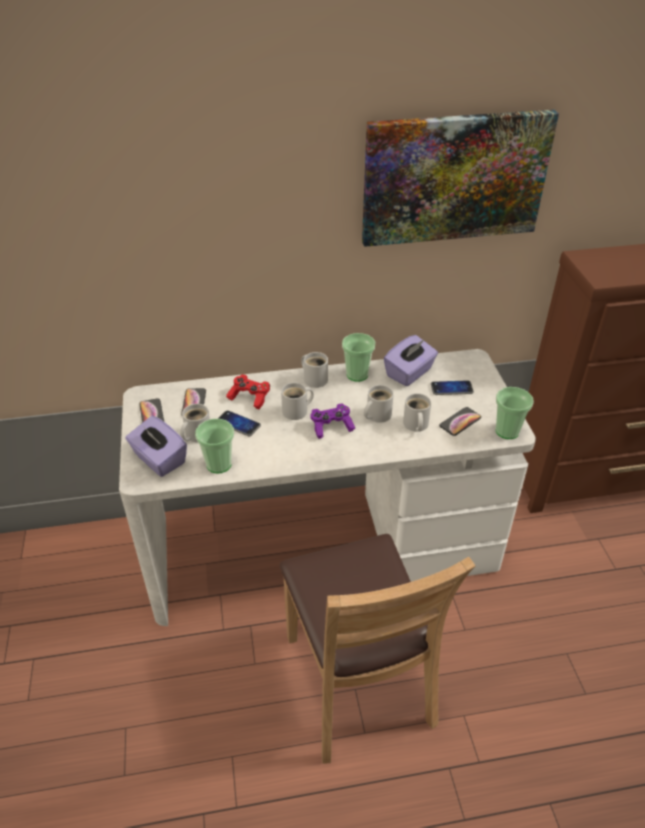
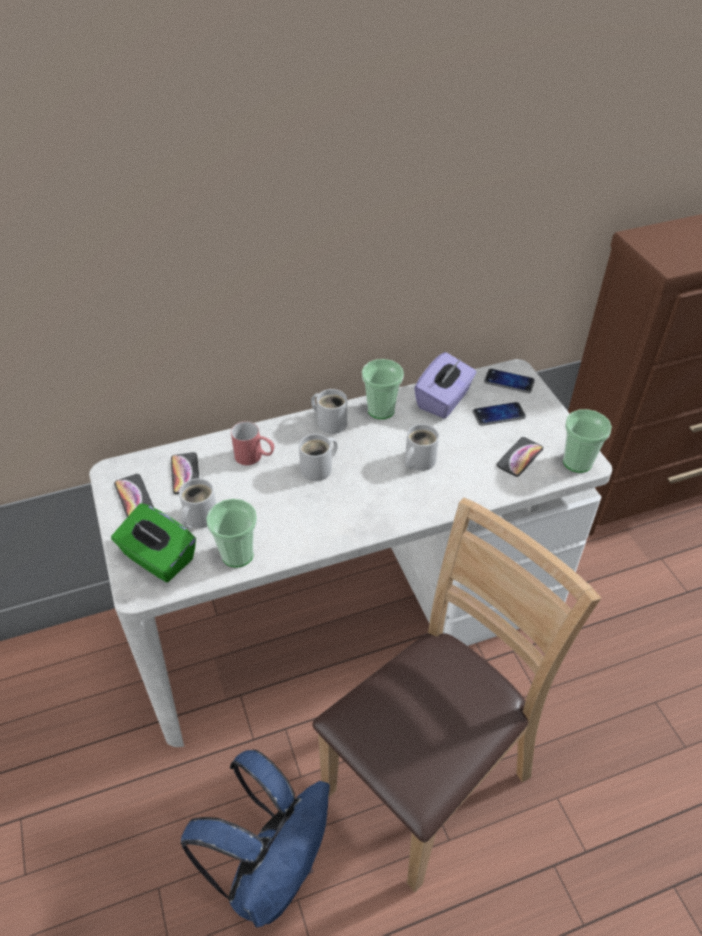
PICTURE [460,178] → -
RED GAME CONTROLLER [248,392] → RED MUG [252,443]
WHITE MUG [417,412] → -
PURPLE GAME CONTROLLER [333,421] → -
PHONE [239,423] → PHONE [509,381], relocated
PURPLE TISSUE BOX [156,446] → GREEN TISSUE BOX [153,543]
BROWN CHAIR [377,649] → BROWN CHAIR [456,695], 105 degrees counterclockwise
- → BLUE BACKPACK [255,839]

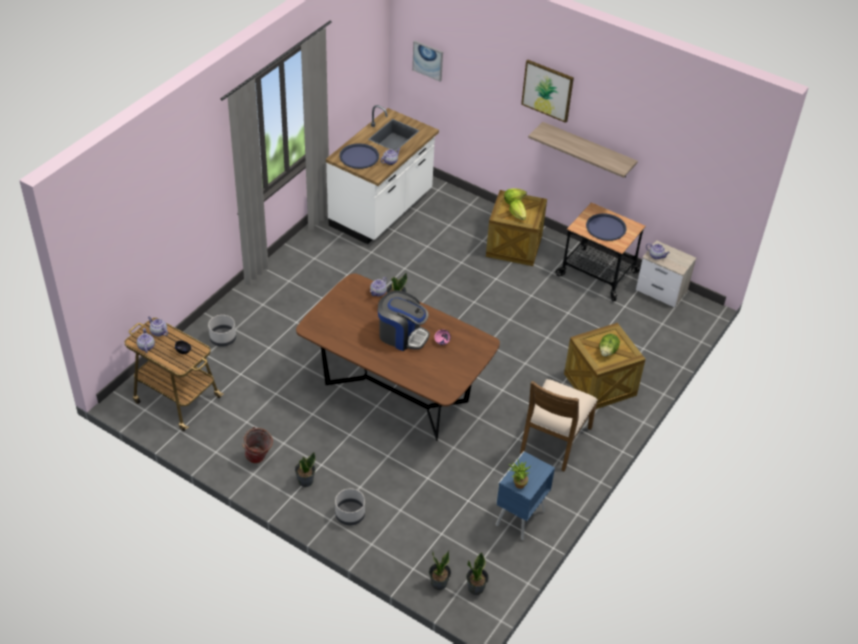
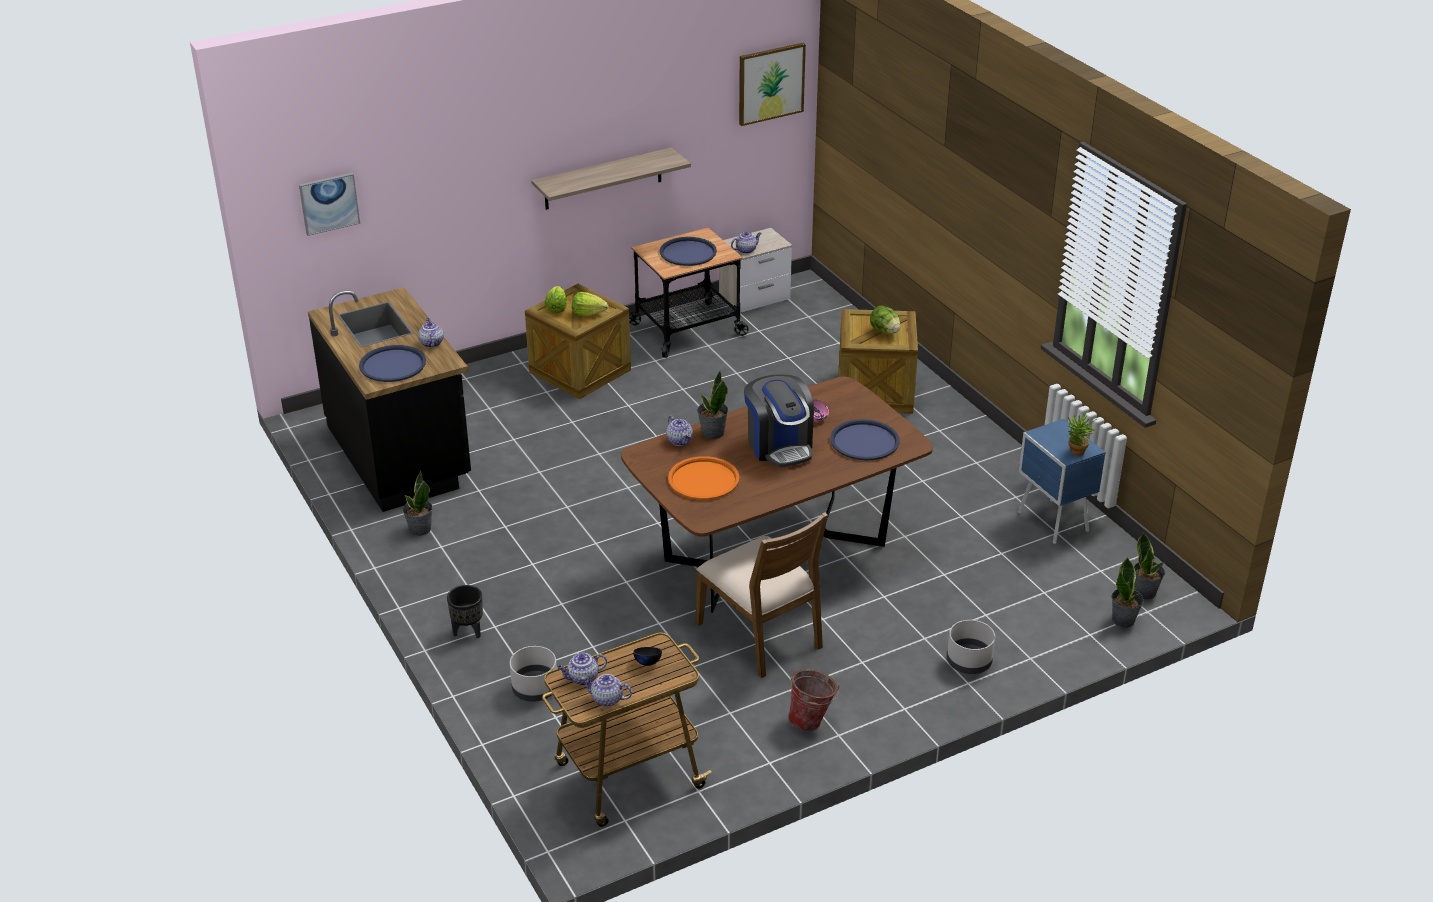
PICTURE [547,91] → PICTURE [772,84], relocated
WHITE COUNTER [382,174] → BLACK COUNTER [389,399]
COFFEE MACHINE [404,320] → COFFEE MACHINE [779,421], 105 degrees clockwise
BROWN CHAIR [559,425] → BROWN CHAIR [762,595], relocated
POTTED PLANT [305,469] → POTTED PLANT [417,503], relocated
- → BLUE TRAY [865,439]
- → ORANGE TRAY [703,478]
- → BLACK PLANTER [465,611]

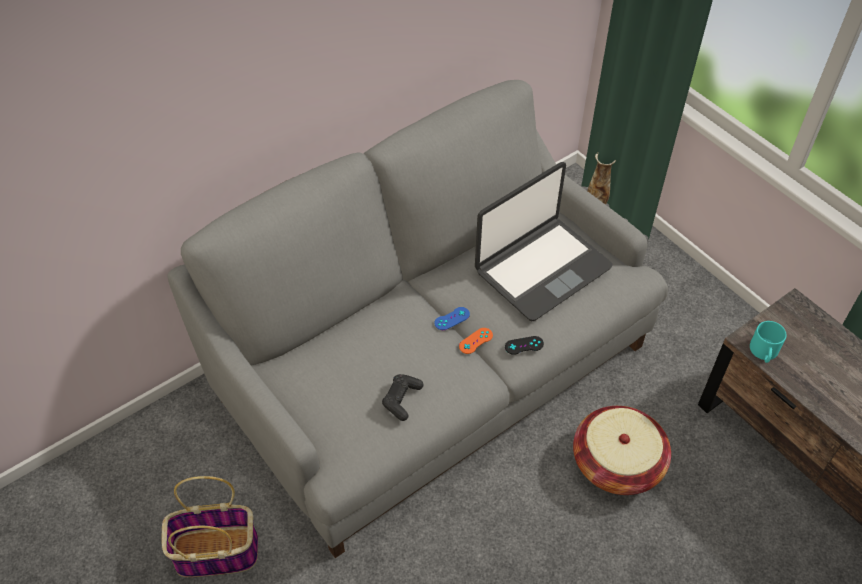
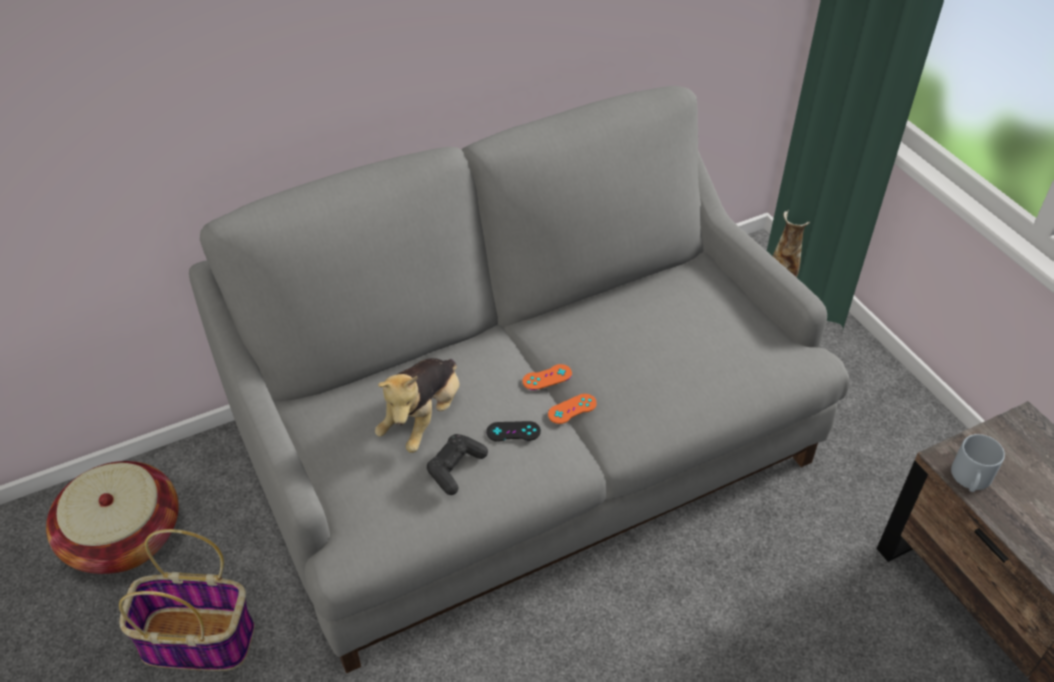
LAPTOP [544,241] → -
BLUE GAME CONTROLLER [452,318] → ORANGE GAME CONTROLLER [547,377]
TURQUOISE MUG [768,342] → GREY MUG [978,463]
BLACK GAME CONTROLLER [524,345] → BLACK GAME CONTROLLER [513,431], relocated
BASKET [622,450] → BASKET [112,517], relocated
- → PLUSH TOY [417,405]

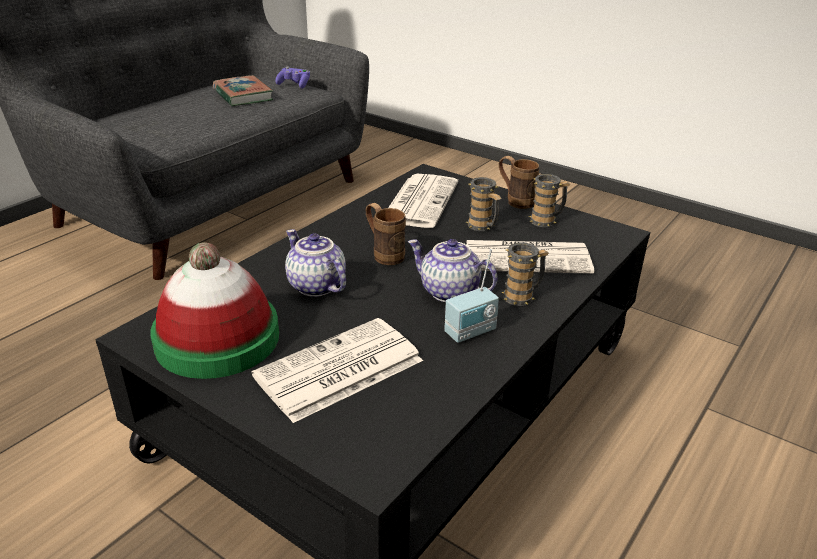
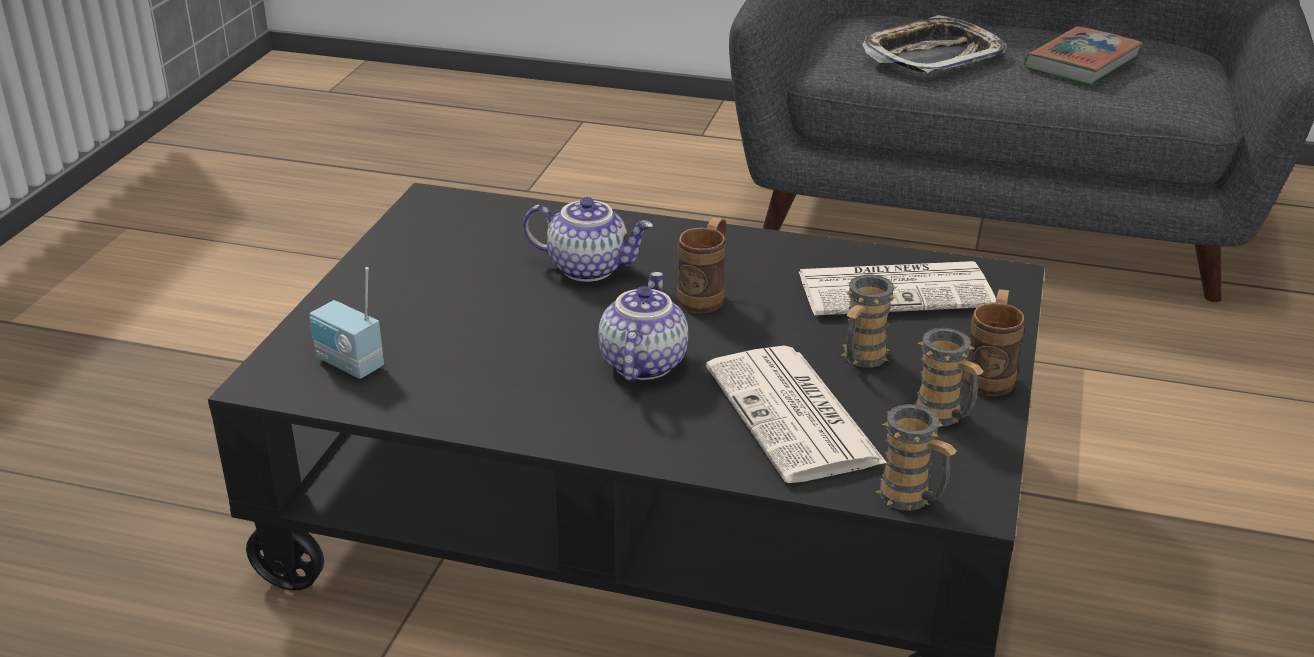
PURPLE GAME CONTROLLER [292,77] → -
TEAPOT [315,263] → TEAPOT [588,239], 75 degrees clockwise
HAT [215,310] → -
MUG [525,274] → MUG [916,457], relocated
RADIO [471,296] → RADIO [346,323], relocated
NEWSPAPER [337,370] → -
- → TRAY [934,44]

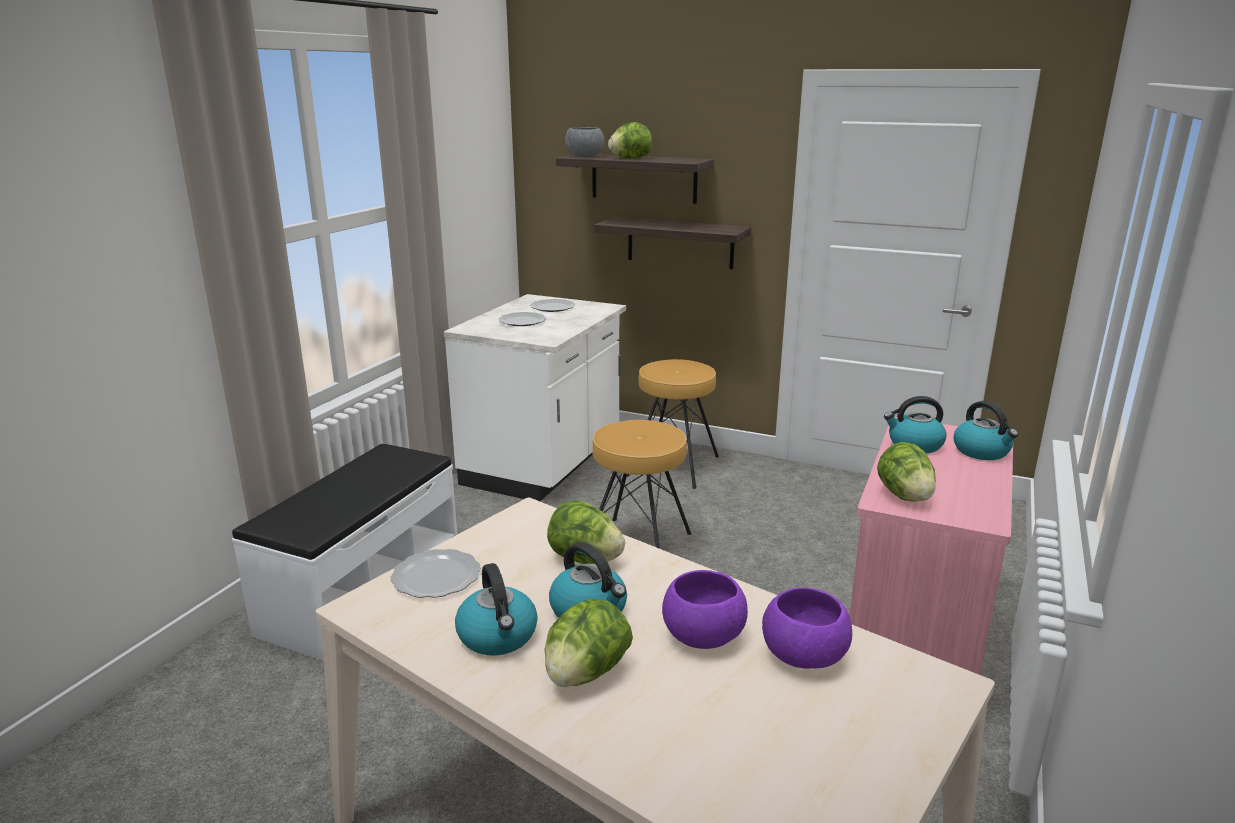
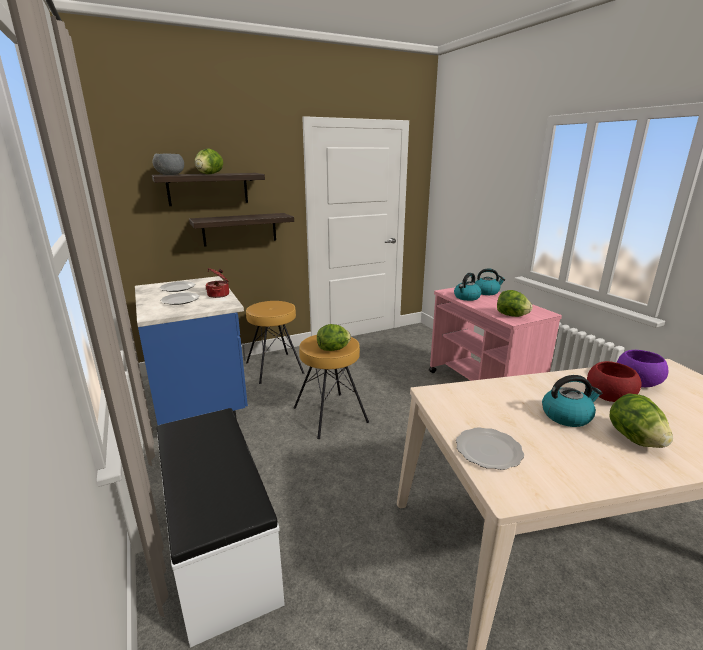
WHITE COUNTER [535,397] → BLUE COUNTER [191,350]
LETTUCE [586,532] → LETTUCE [334,337], relocated
KETTLE [496,609] → -
PURPLE BOWL [705,609] → RED BOWL [614,381]
- → COOKING POT [217,283]

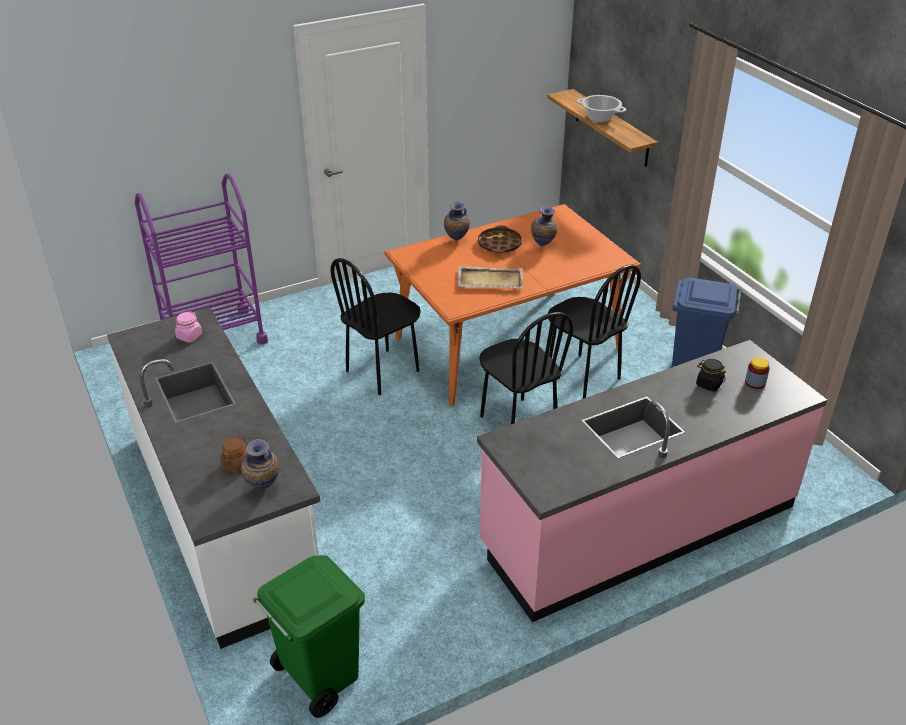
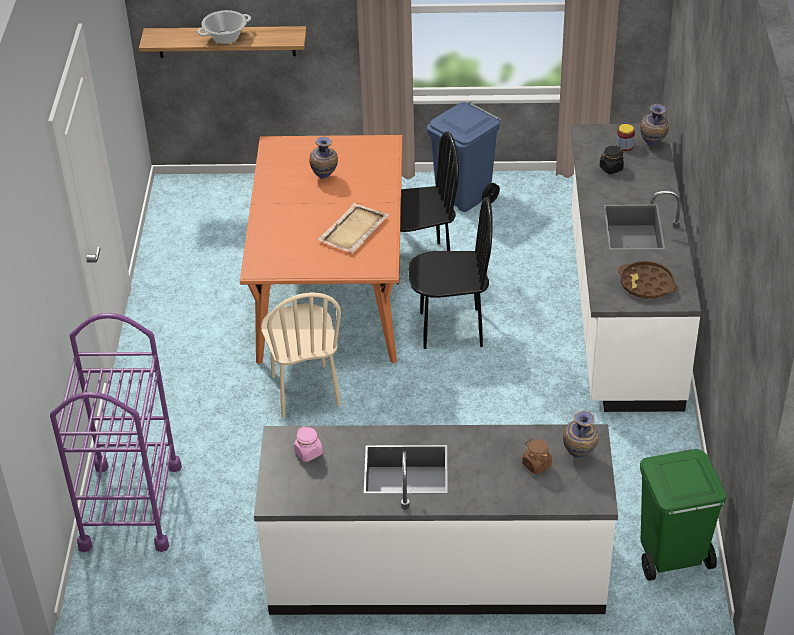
VASE [457,220] → VASE [654,125], relocated
BROWN TRAY [500,239] → BROWN TRAY [647,280], relocated
BLACK CHAIR [375,326] → BEIGE CHAIR [301,355]
PINK COUNTER [652,481] → WHITE COUNTER [636,268]

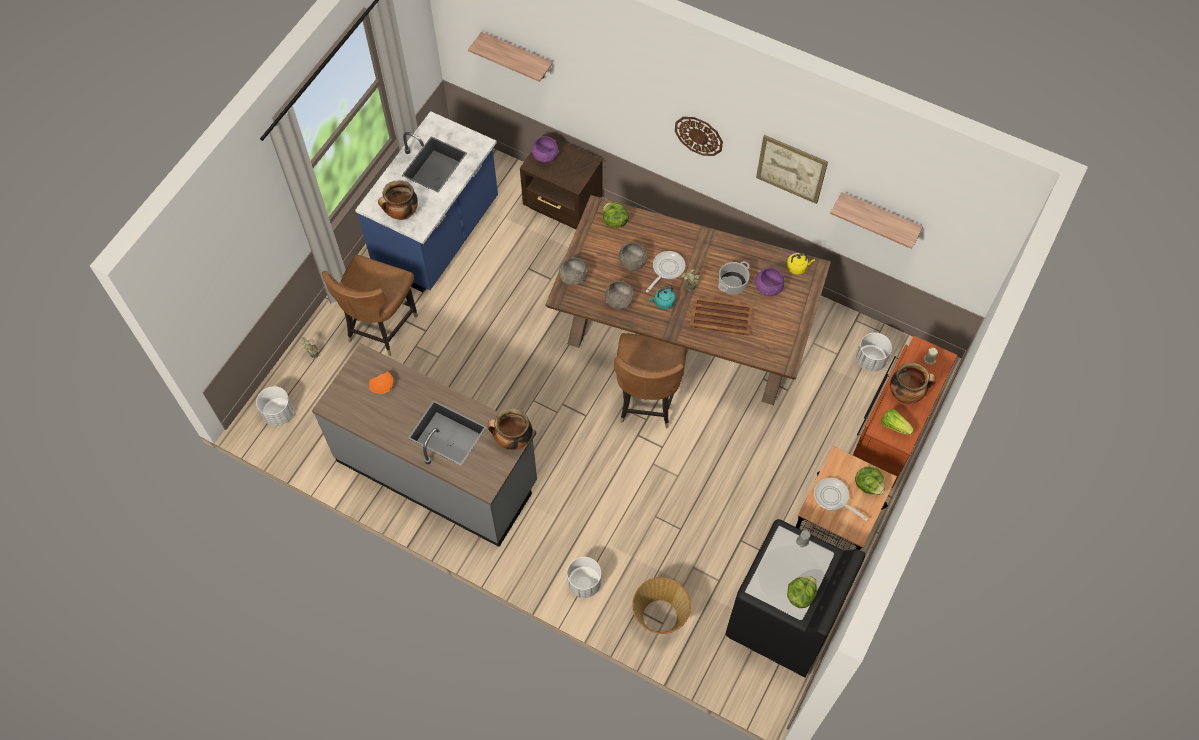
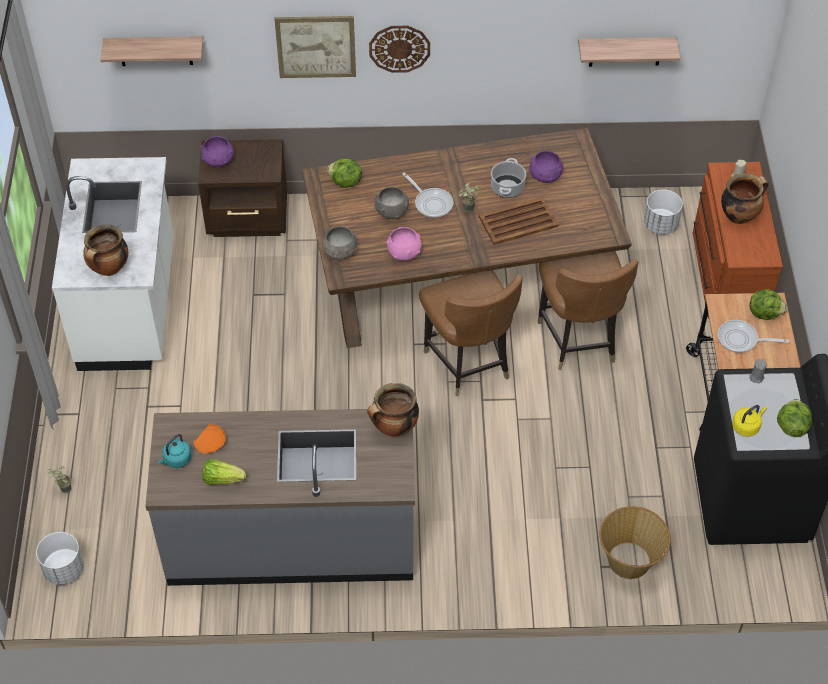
BLUE COUNTER [426,201] → WHITE COUNTER [113,264]
PICTURE [792,169] → PICTURE [315,47], relocated
FRYING PAN [665,272] → FRYING PAN [428,195], 135 degrees clockwise
YELLOW KETTLE [801,263] → YELLOW KETTLE [749,420], relocated
BROWN CHAIR [370,305] → BROWN CHAIR [588,310], relocated
GREY BOWL [619,294] → PINK BOWL [403,244]
TURQUOISE KETTLE [662,298] → TURQUOISE KETTLE [175,451], relocated
LETTUCE [897,422] → LETTUCE [224,472], relocated
WHITE PLANTER [584,577] → -

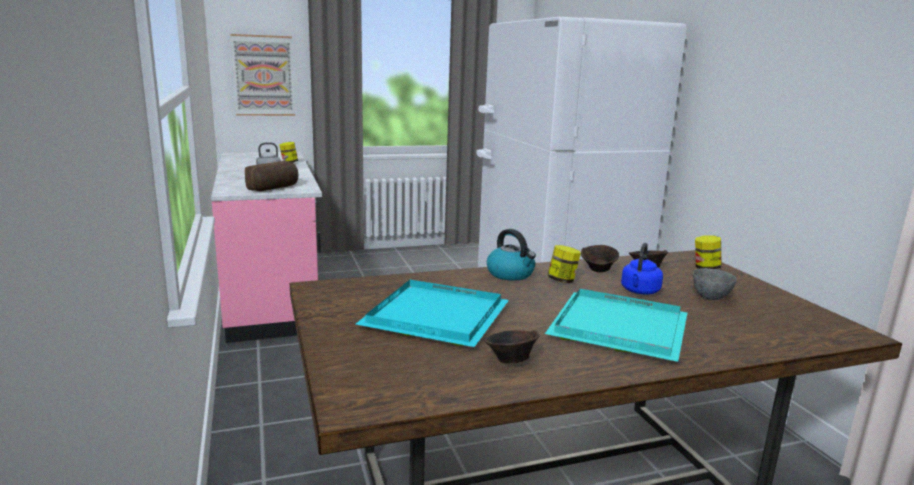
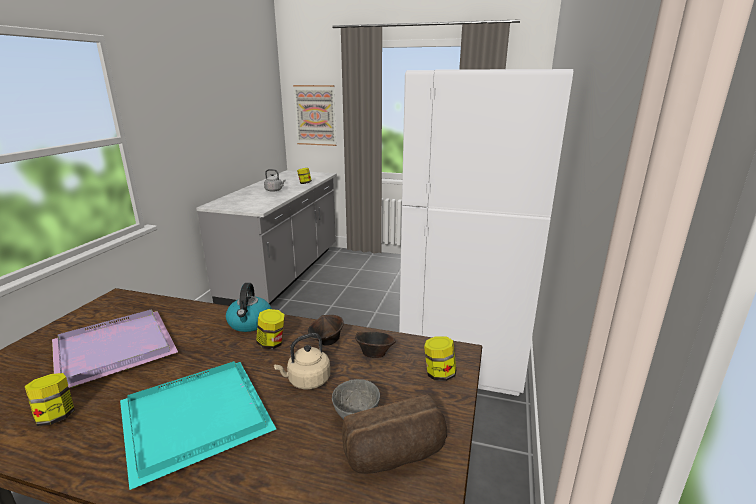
PINK COUNTER [266,247] → GREY COUNTER [266,238]
BREAD [272,176] → BREAD [394,434], relocated
BLUE KETTLE [642,268] → BEIGE KETTLE [302,361]
TURQUOISE TRAY [432,313] → PURPLE TRAY [115,348]
BROWN BOWL [511,346] → JAR [50,399]

